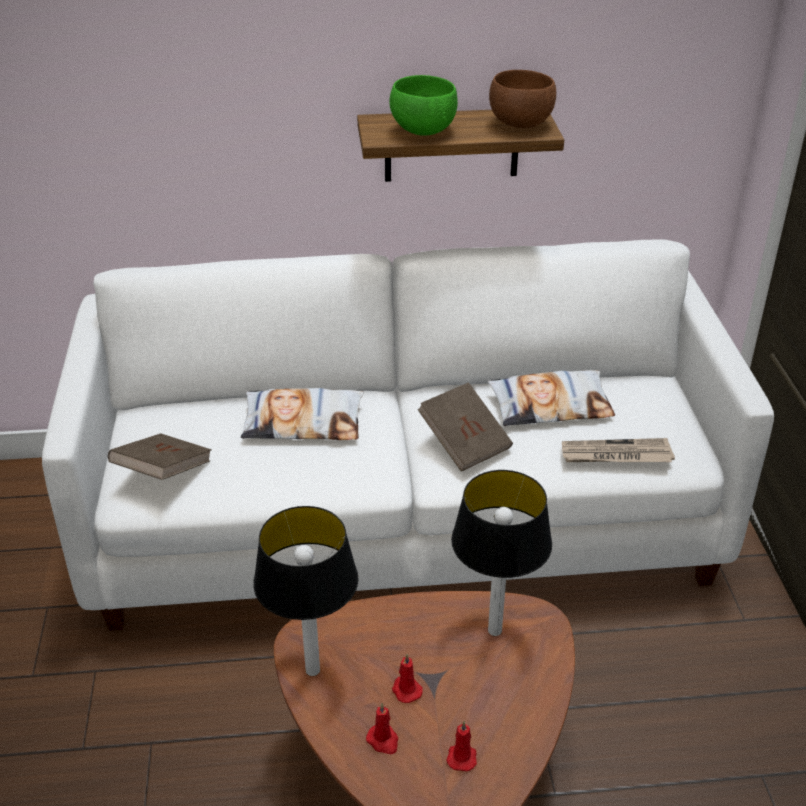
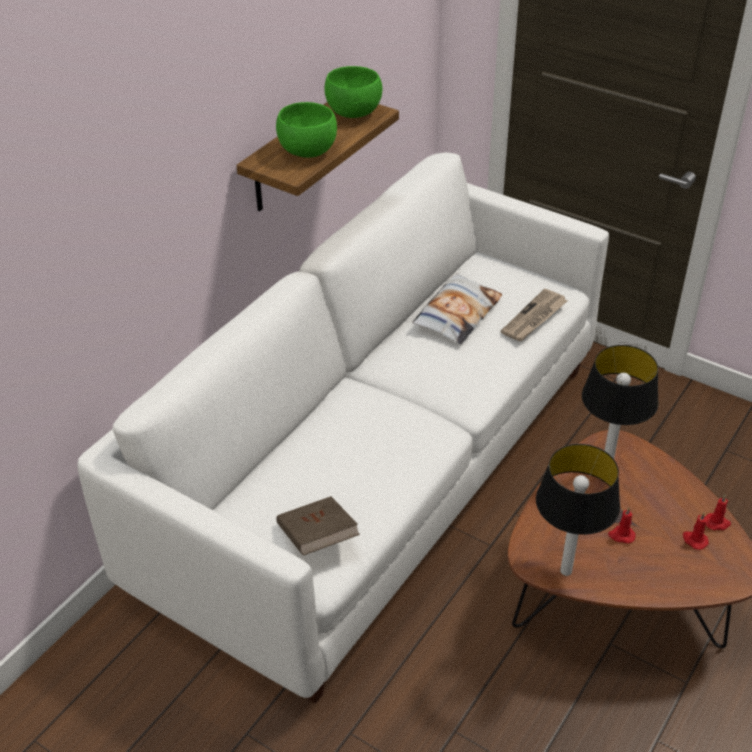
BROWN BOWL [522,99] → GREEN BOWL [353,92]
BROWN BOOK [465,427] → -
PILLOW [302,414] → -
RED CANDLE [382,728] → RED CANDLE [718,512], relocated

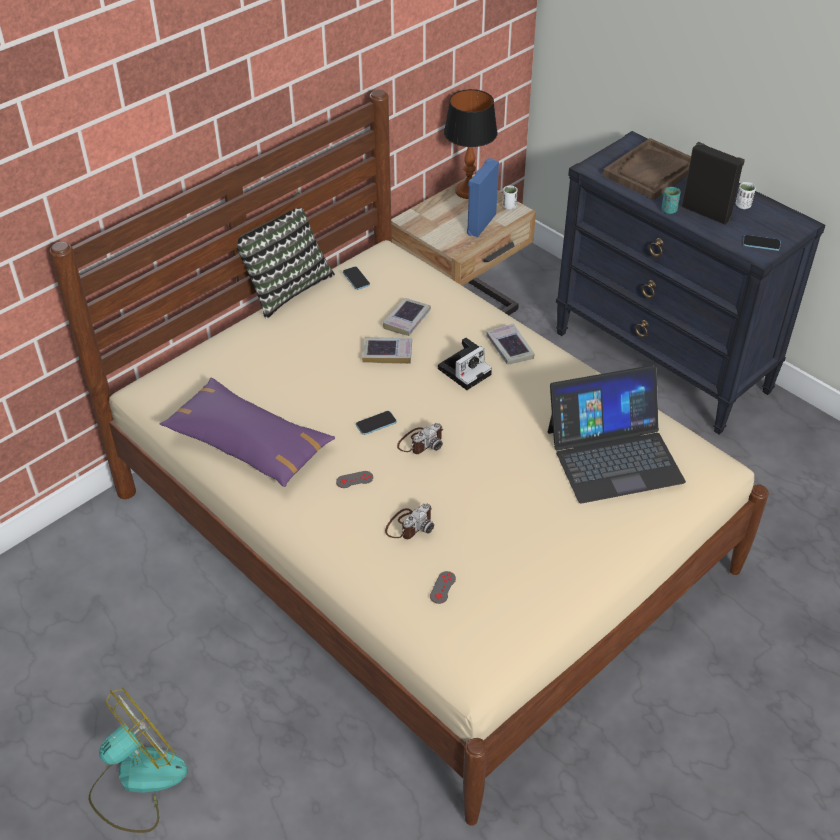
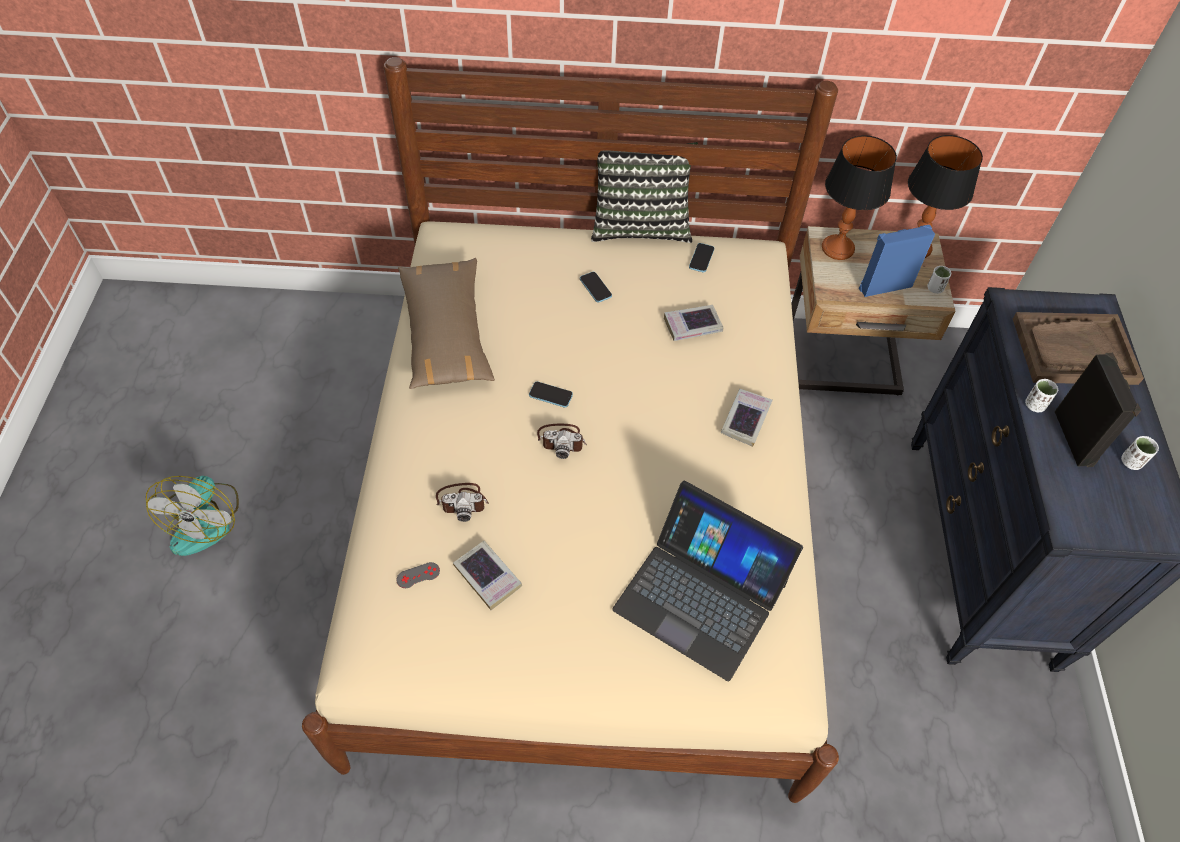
TURQUOISE CUP [671,200] → WHITE CUP [1041,395]
PHONE [761,243] → PHONE [596,287], relocated
BOOK [387,350] → BOOK [487,575], relocated
PHOTO CAMERA [465,363] → -
PURPLE PILLOW [247,432] → BROWN PILLOW [446,323]
GREY GAME CONTROLLER [354,479] → -
FAN [138,760] → FAN [192,516], 90 degrees clockwise
- → TABLE LAMP [859,197]

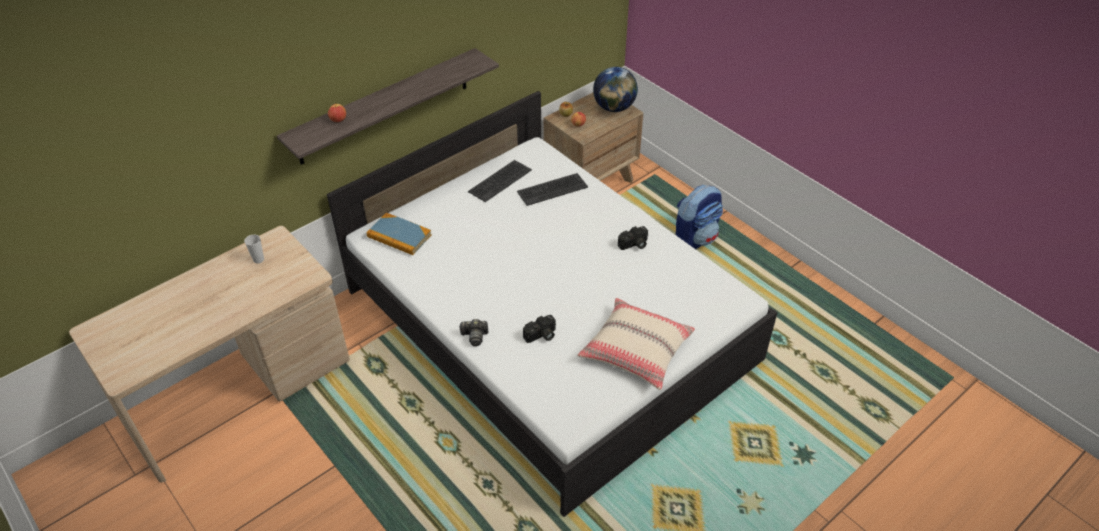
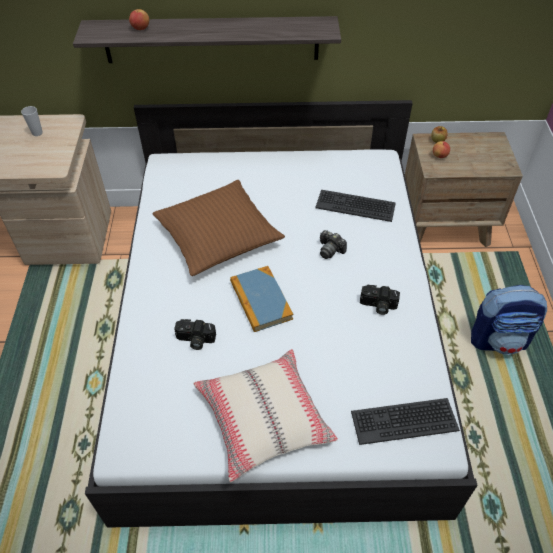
GLOBE [615,89] → -
KEYBOARD [500,181] → KEYBOARD [405,421], relocated
BOOK [399,234] → BOOK [261,299], relocated
PHOTO CAMERA [473,332] → PHOTO CAMERA [333,244], relocated
- → BROWN PILLOW [219,228]

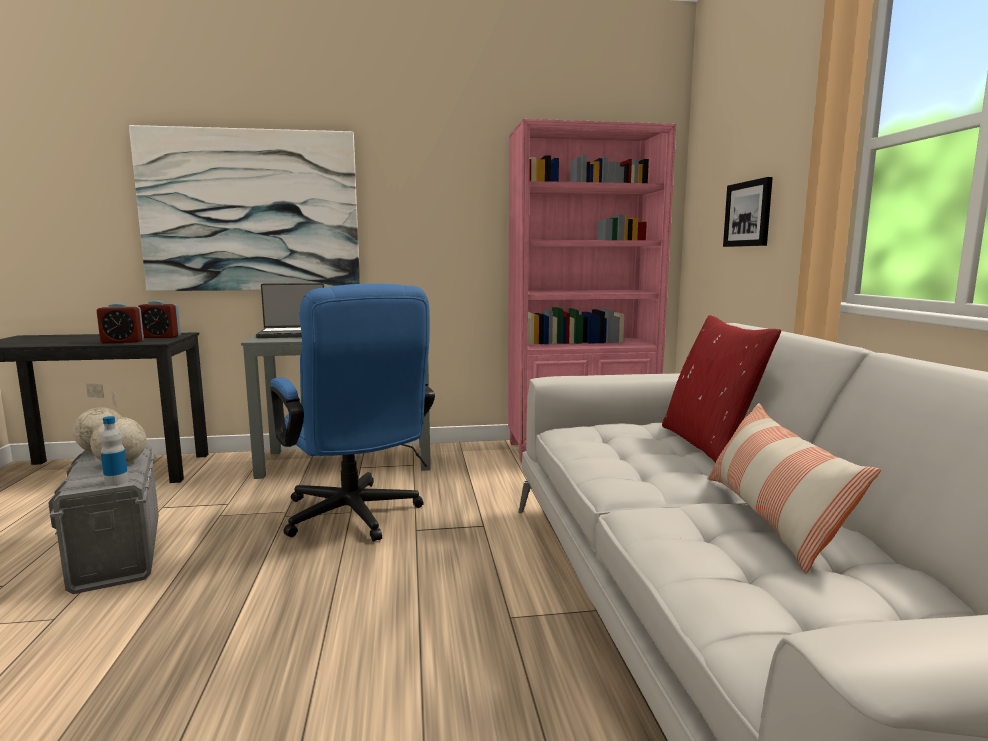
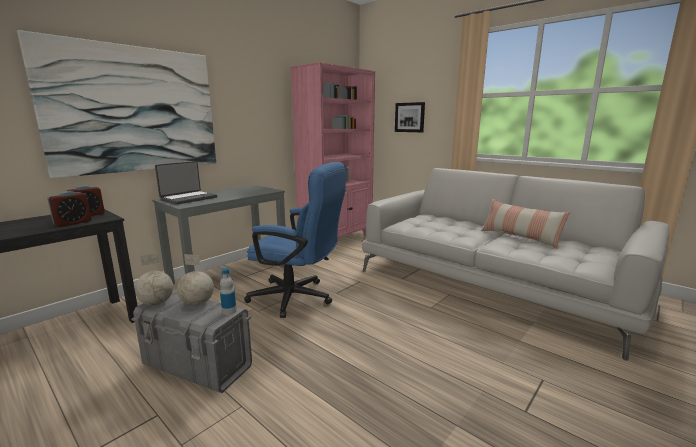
RED PILLOW [721,389] → -

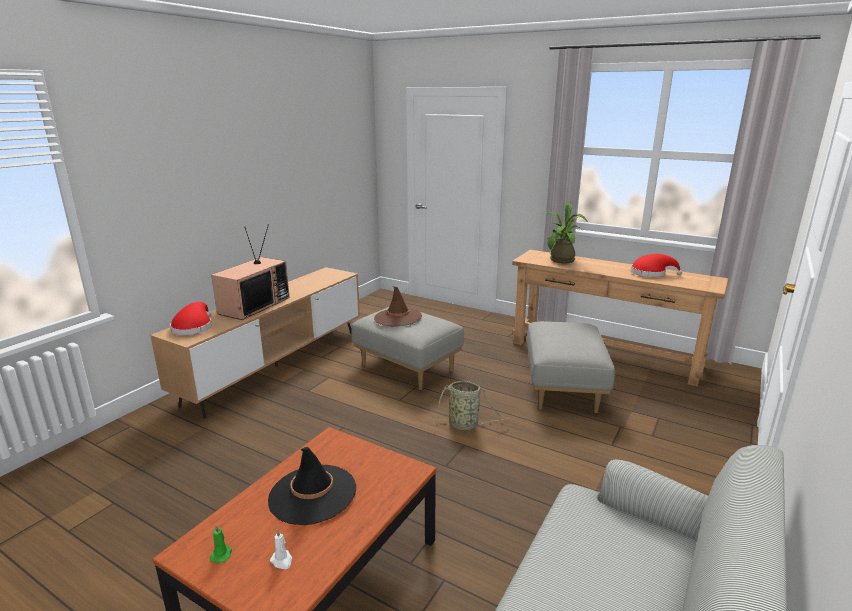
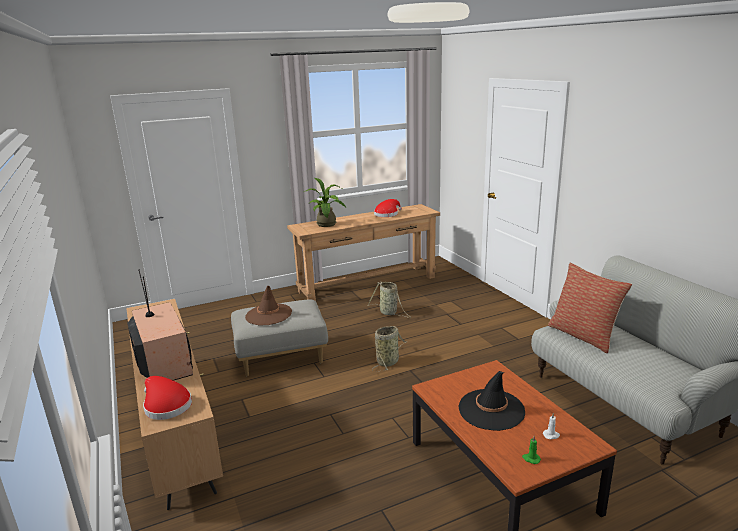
GREY OTTOMAN [571,367] → BASKET [389,299]
- → PILLOW [590,308]

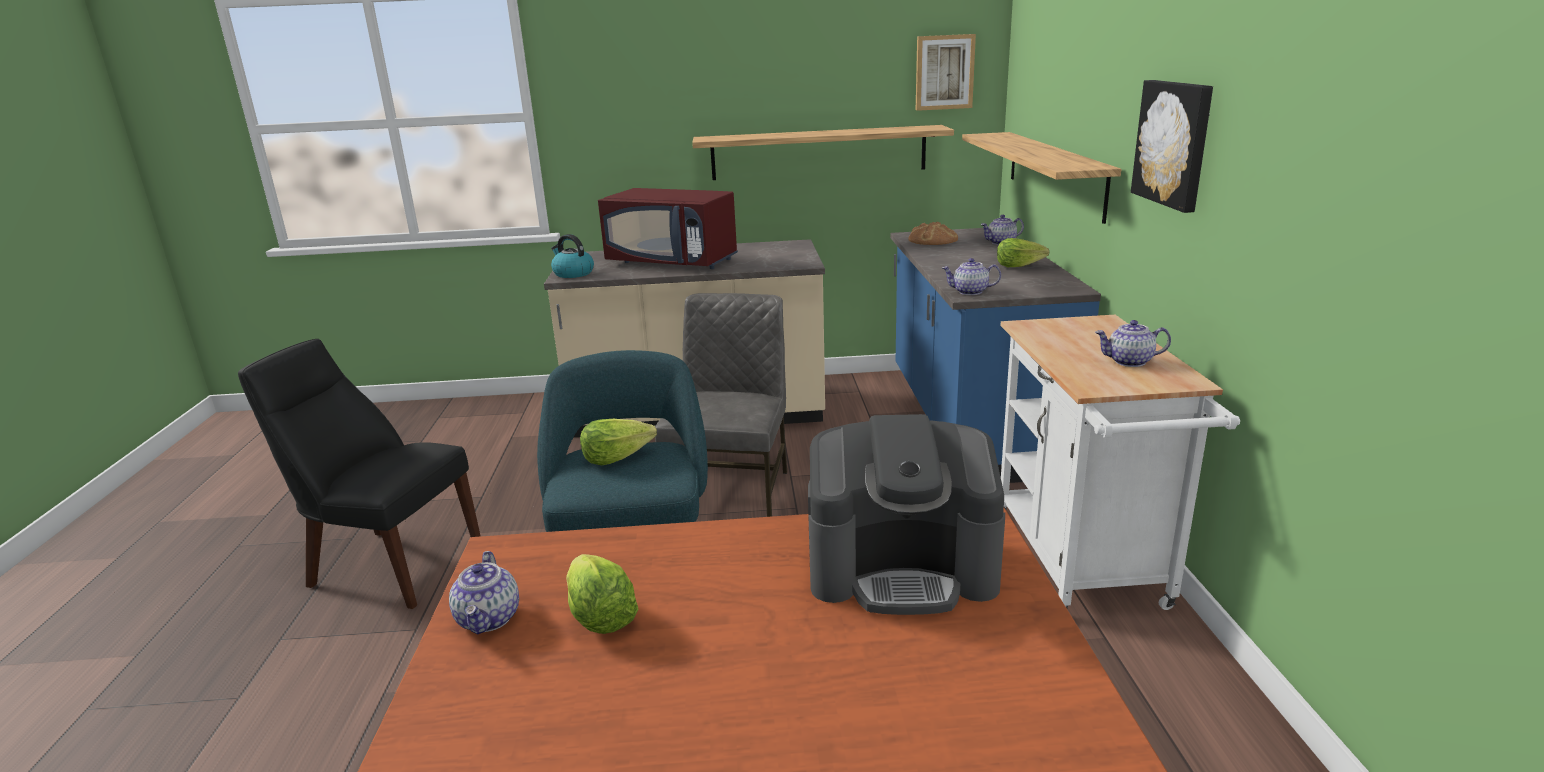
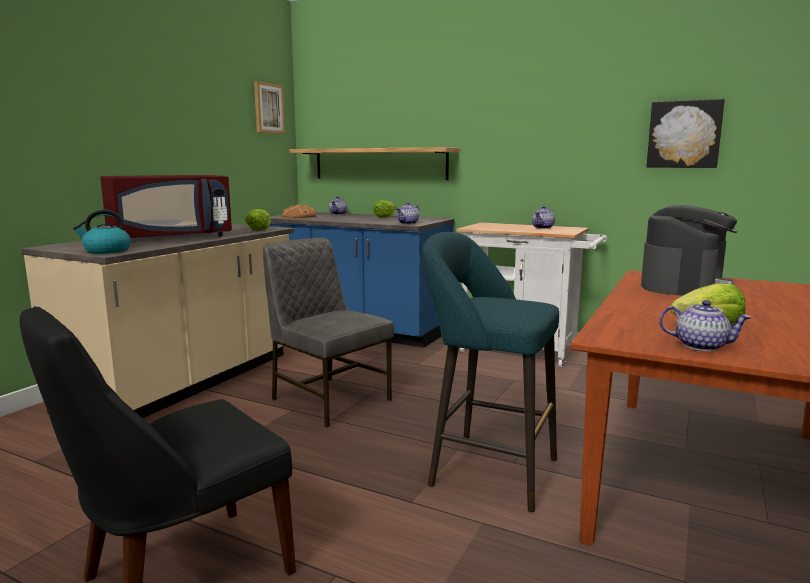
PICTURE [1172,146] → PICTURE [685,133], relocated
SHELF [823,152] → -
LETTUCE [618,442] → LETTUCE [258,220], relocated

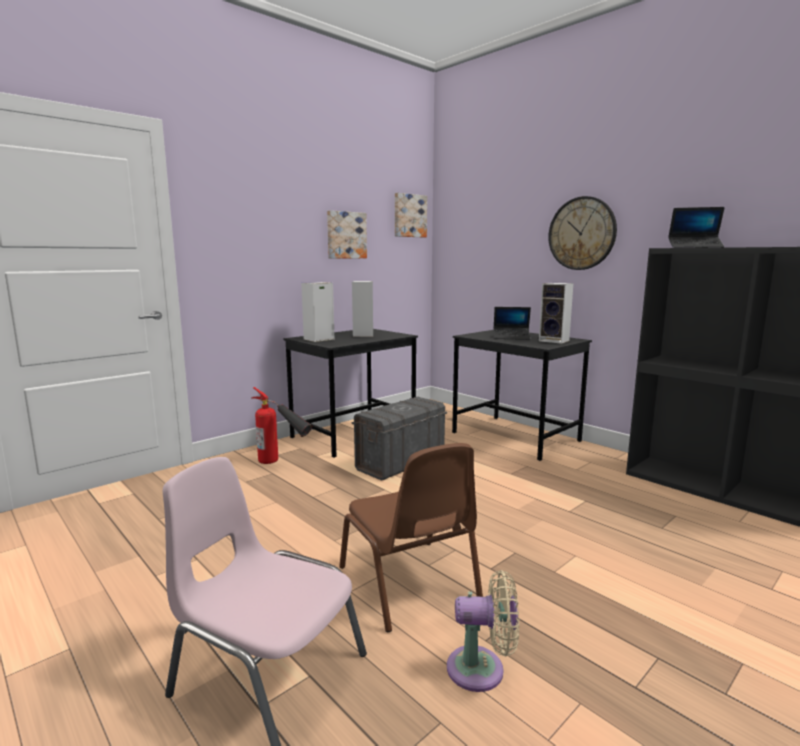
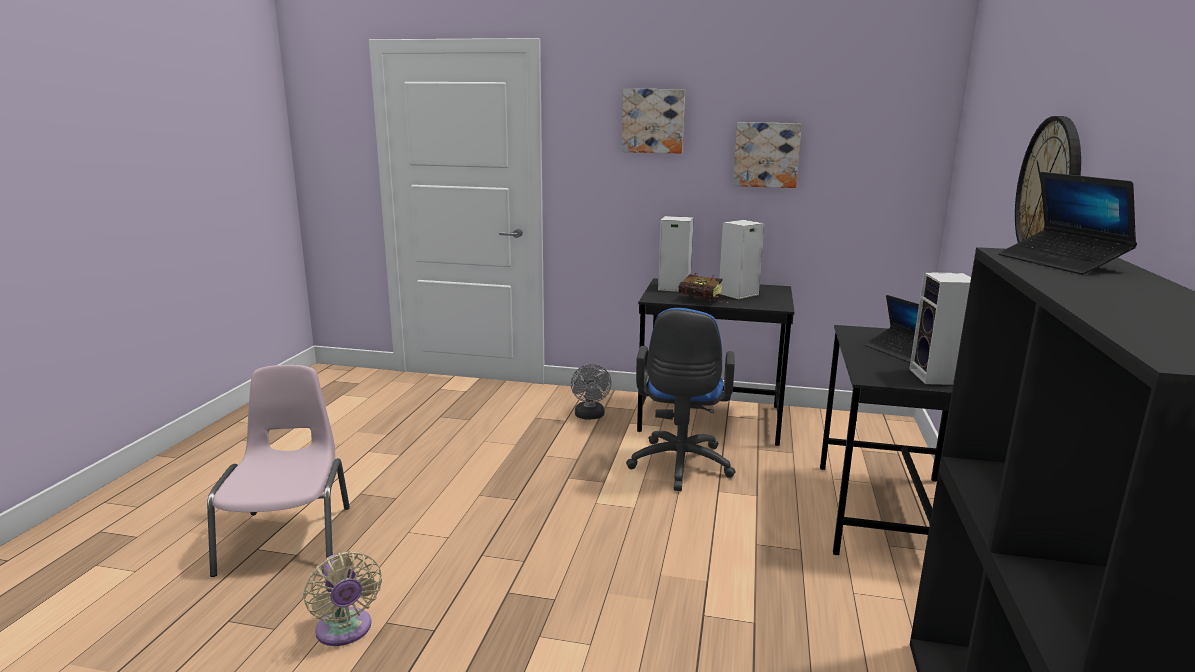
PICTURE [411,215] → PICTURE [653,121], relocated
FIRE EXTINGUISHER [282,425] → GREY FAN [591,391]
GREY STORAGE BOX [399,439] → BLUE OFFICE CHAIR [681,399]
BROWN CHAIR [411,537] → -
- → BOOK [703,288]

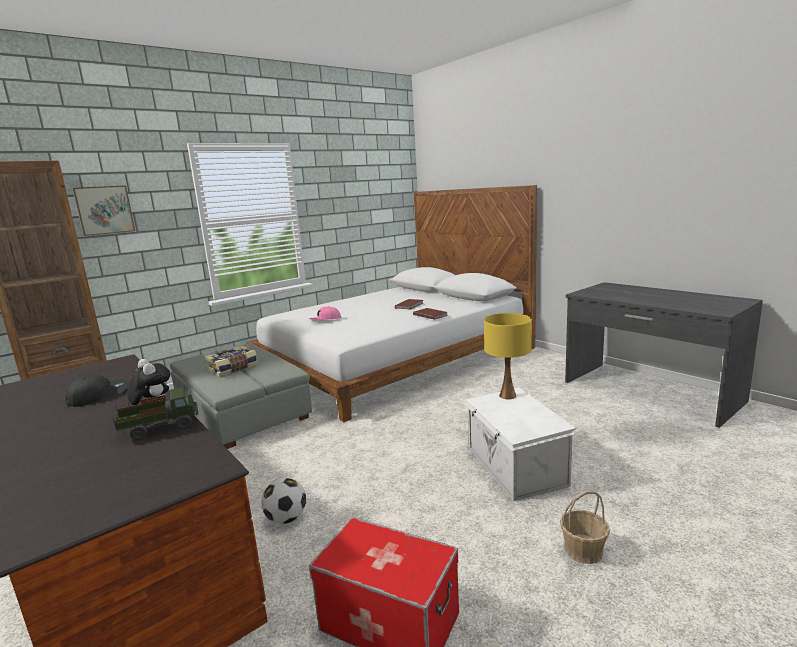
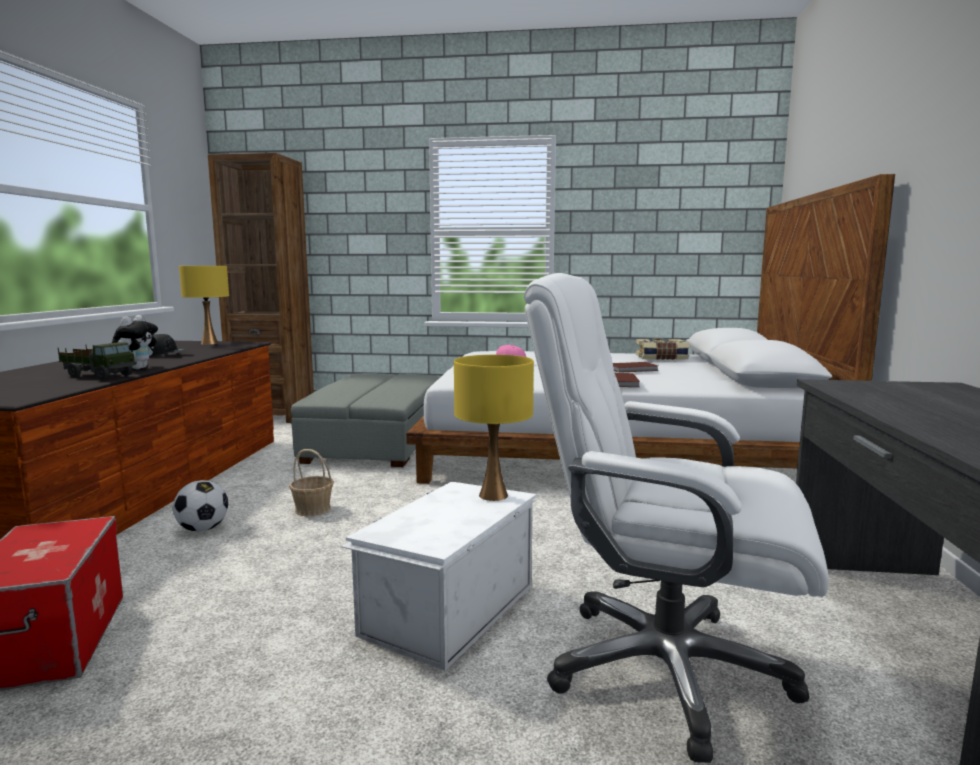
PICTURE [103,210] → -
BOOK [231,361] → BOOK [663,349], relocated
BASKET [585,527] → BASKET [311,482], relocated
- → YELLOW TABLE LAMP [204,305]
- → WHITE OFFICE CHAIR [676,518]

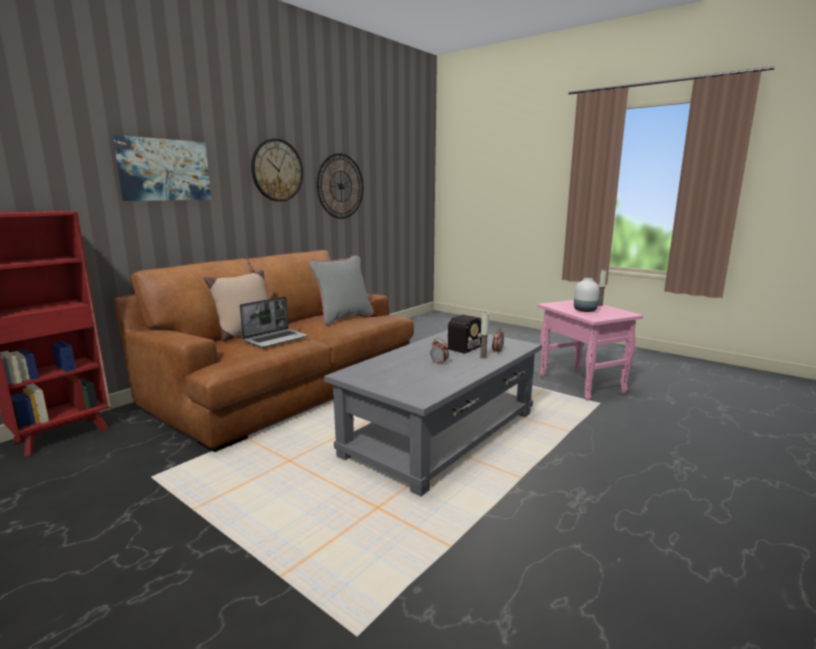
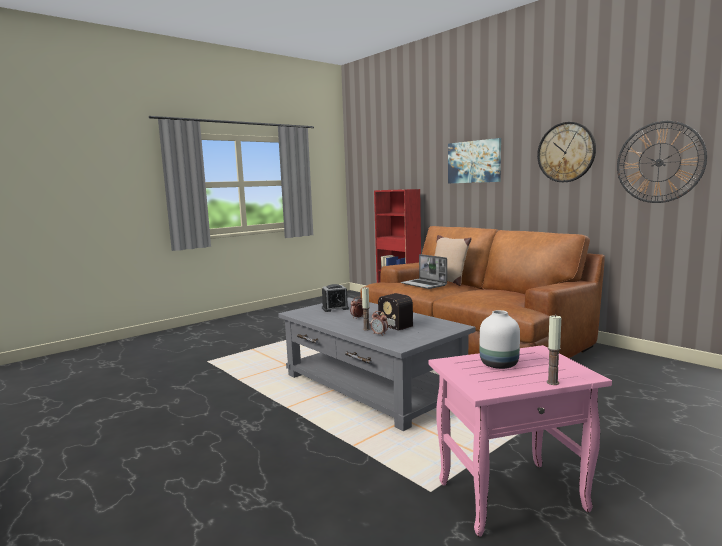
GREY PILLOW [341,290] → -
- → ALARM CLOCK [335,298]

